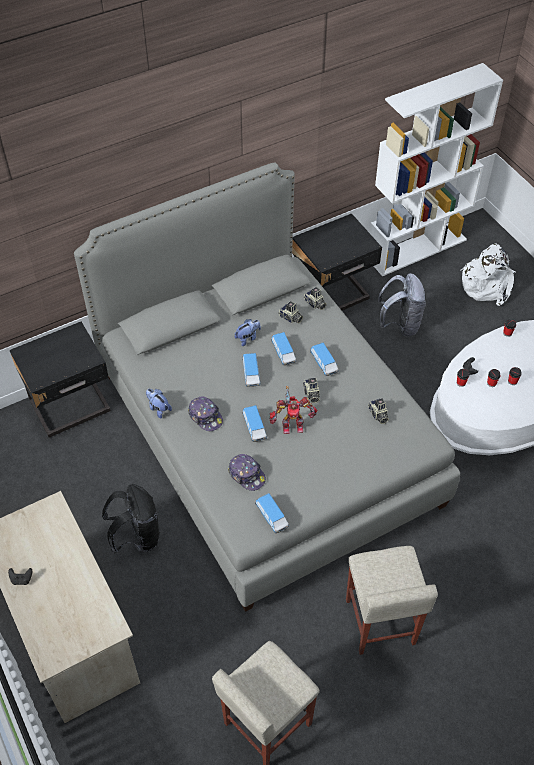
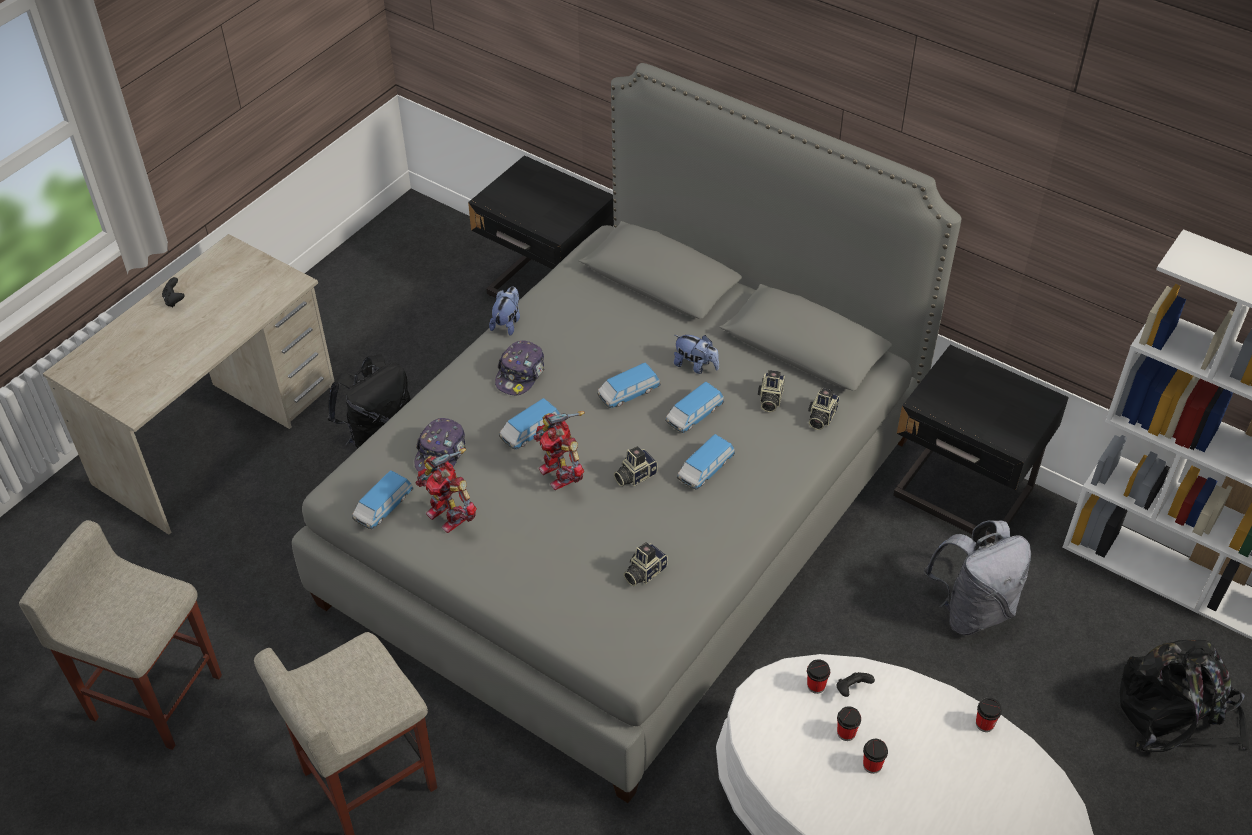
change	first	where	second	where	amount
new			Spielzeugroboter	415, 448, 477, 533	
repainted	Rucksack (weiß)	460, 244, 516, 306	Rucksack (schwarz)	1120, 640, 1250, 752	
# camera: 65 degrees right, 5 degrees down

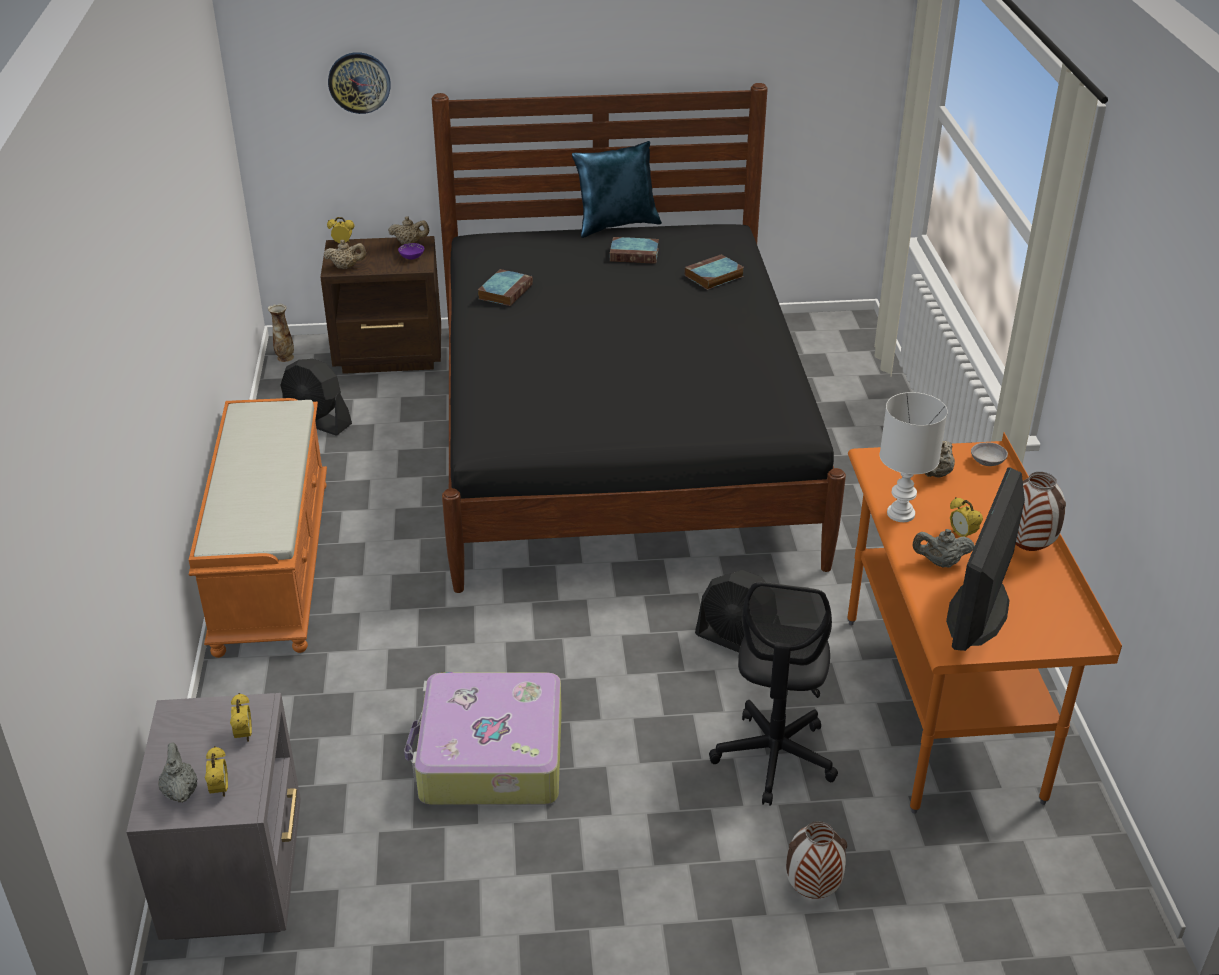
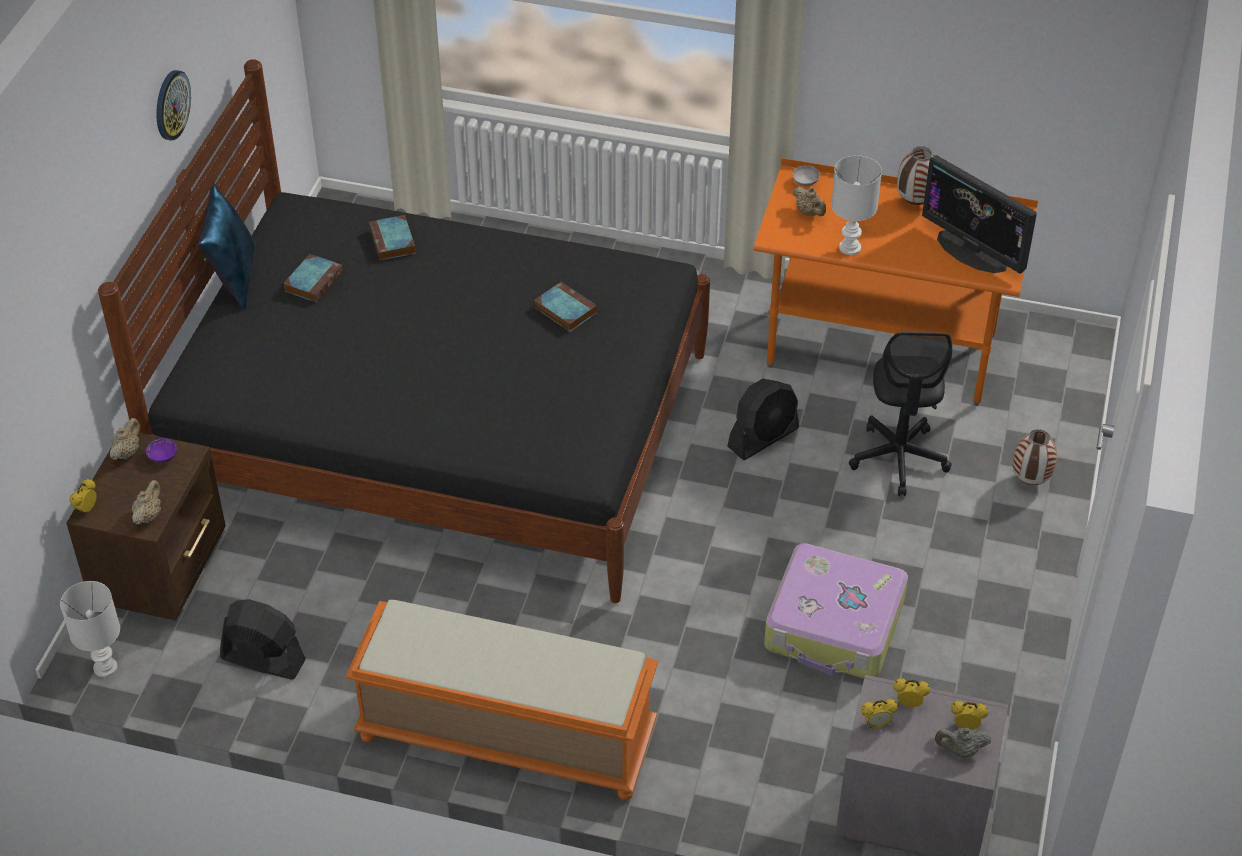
change	first	where	second	where	amount
gone	Teekanne (grau)	912, 529, 975, 568			
shifted	Wanduhr	328, 52, 391, 114		156, 70, 191, 140	
shifted	Buch	478, 269, 533, 306		535, 282, 597, 332	
shifted	Wecker	950, 497, 983, 537		861, 699, 898, 728	
swapped	Vase	268, 304, 294, 362	Tischlampe (weiß)	60, 581, 120, 677	
rotated	Ventilator (schwarz)	280, 359, 352, 436		220, 599, 306, 679	120 degrees counterclockwise
rotated	Bürostuhl (schwarz)	709, 582, 838, 806		849, 332, 952, 496	60 degrees clockwise
# camera: 70 degrees left, 10 degrees up

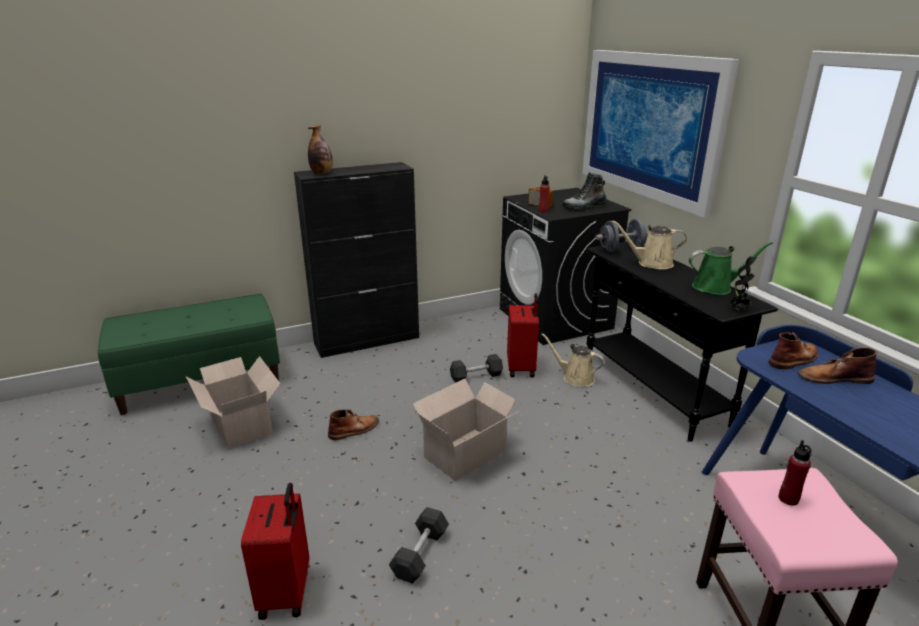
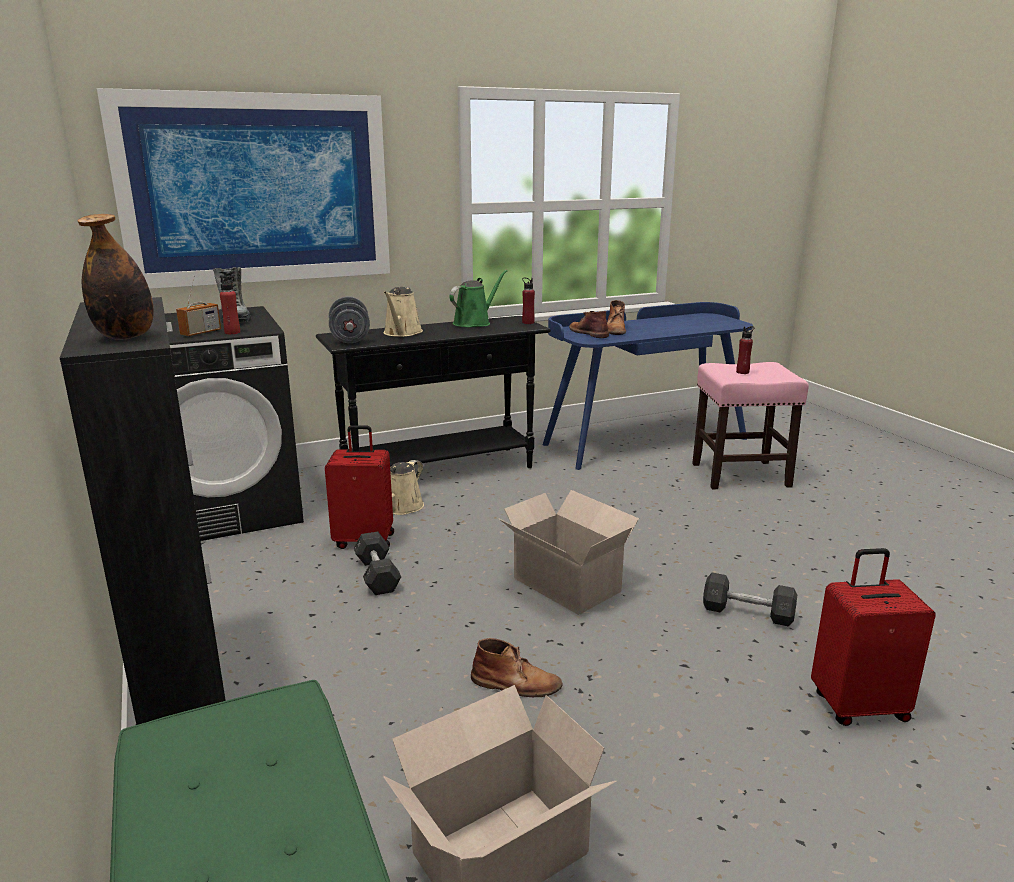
change	first	where	second	where	amount
swapped	Topfpflanze	729, 256, 757, 311	Flasche (rot)	522, 278, 535, 324	
rotated	Stiefel (braun)	328, 409, 379, 440		471, 638, 563, 697	135 degrees clockwise
rotated	Gießkanne (grün)	689, 242, 773, 295		449, 270, 507, 327	45 degrees clockwise
# camera: 90 degrees left, 5 degrees down

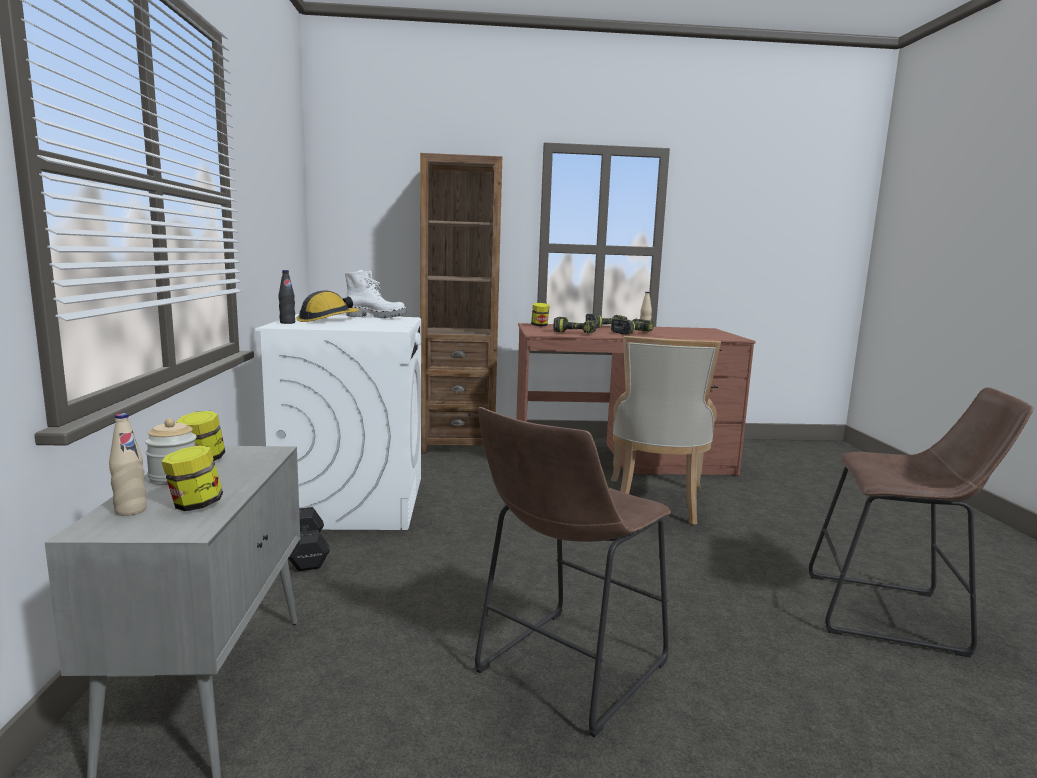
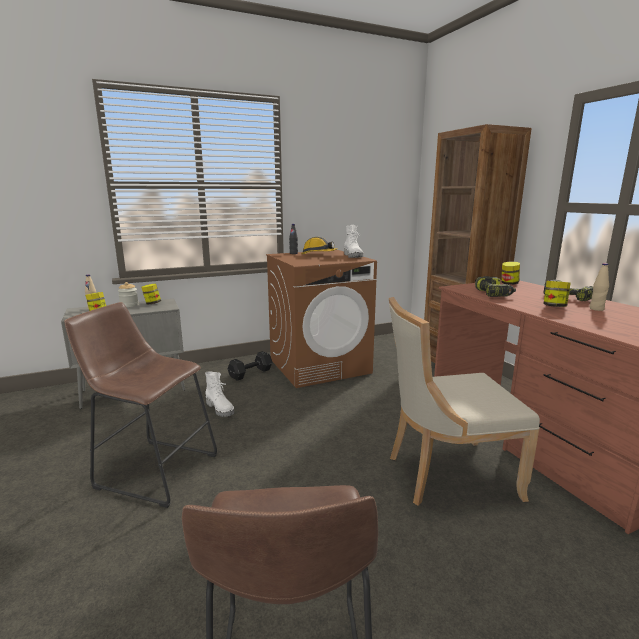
change	first	where	second	where	amount
new			Stiefel (weiß)	205, 372, 234, 417	
swapped	Bohrmaschine	611, 318, 654, 334	Vorratsglas	544, 281, 571, 307	
repainted	Waschmaschine (weiß)	255, 314, 421, 530	Waschmaschine (braun)	266, 250, 377, 388	
# camera: 70 degrees right, 5 degrees up

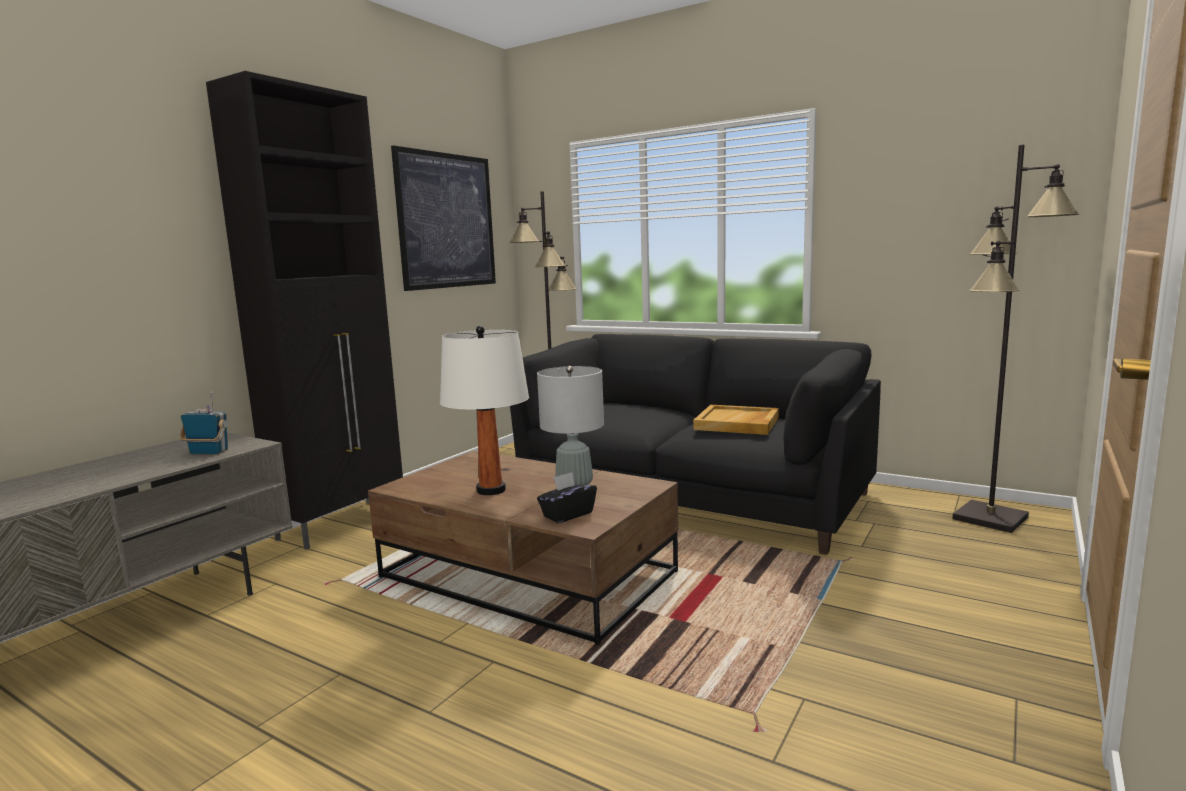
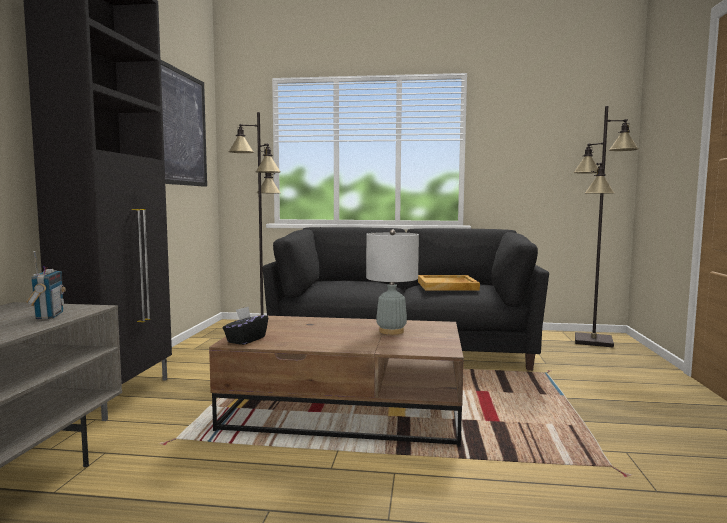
change	first	where	second	where	amount
gone	Tischlampe (weiß)	440, 326, 529, 495			
shifted	Taschentuchbox (schwarz)	537, 472, 597, 523		223, 307, 268, 345	
rotated	Radio	179, 392, 228, 454		26, 251, 66, 319	90 degrees clockwise
# camera: 25 degrees left, 5 degrees down

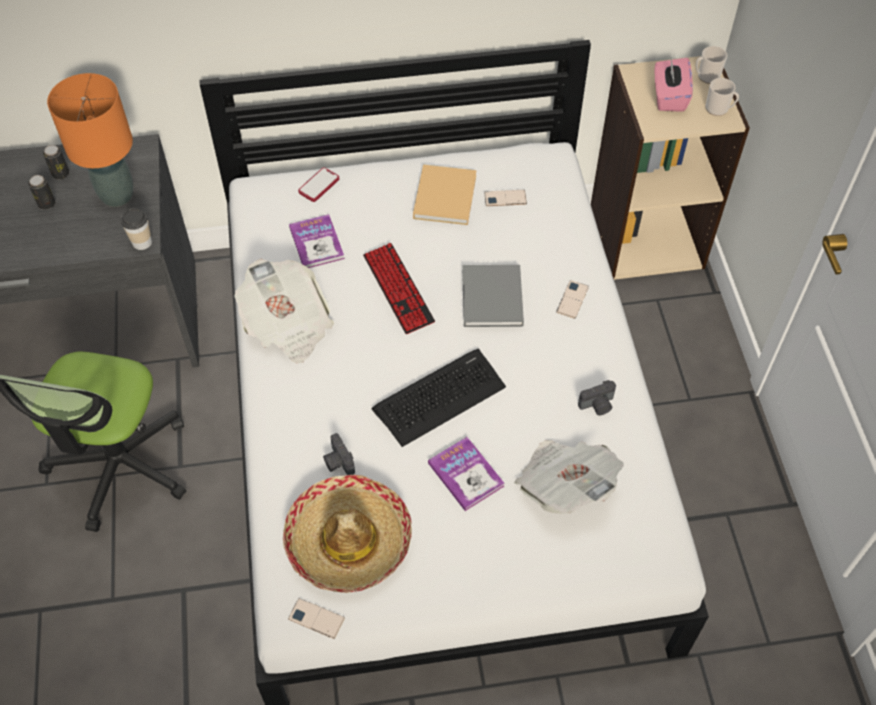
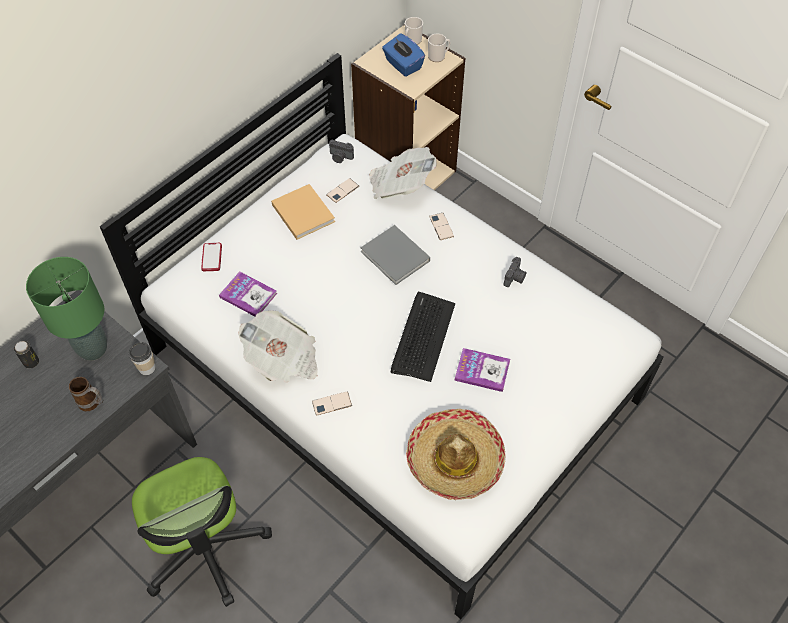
change	first	where	second	where	amount
gone	Dose	28, 175, 55, 210			
gone	Tastatur	363, 243, 435, 334			
new			Henkelbecher	69, 377, 104, 411	
shifted	Handy	288, 598, 345, 639		312, 392, 352, 415	
shifted	Kamera	323, 433, 355, 475		329, 140, 354, 163	
shifted	Zeitung	514, 440, 624, 514		369, 147, 437, 199	
repainted	Tischlampe (orange)	47, 73, 133, 207	Tischlampe (grün)	26, 257, 107, 361	
repainted	Taschentuchbox (rosa)	655, 58, 693, 112	Taschentuchbox (blau)	382, 34, 425, 77	
# camera: 40 degrees left, 0 degrees up

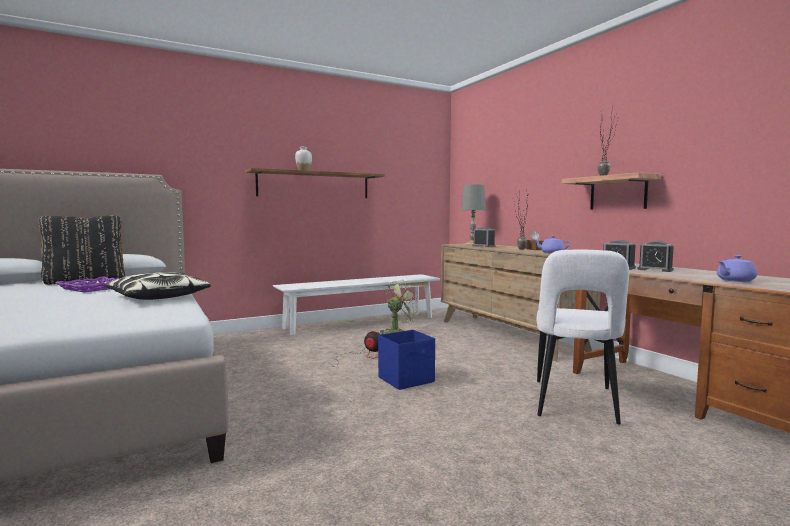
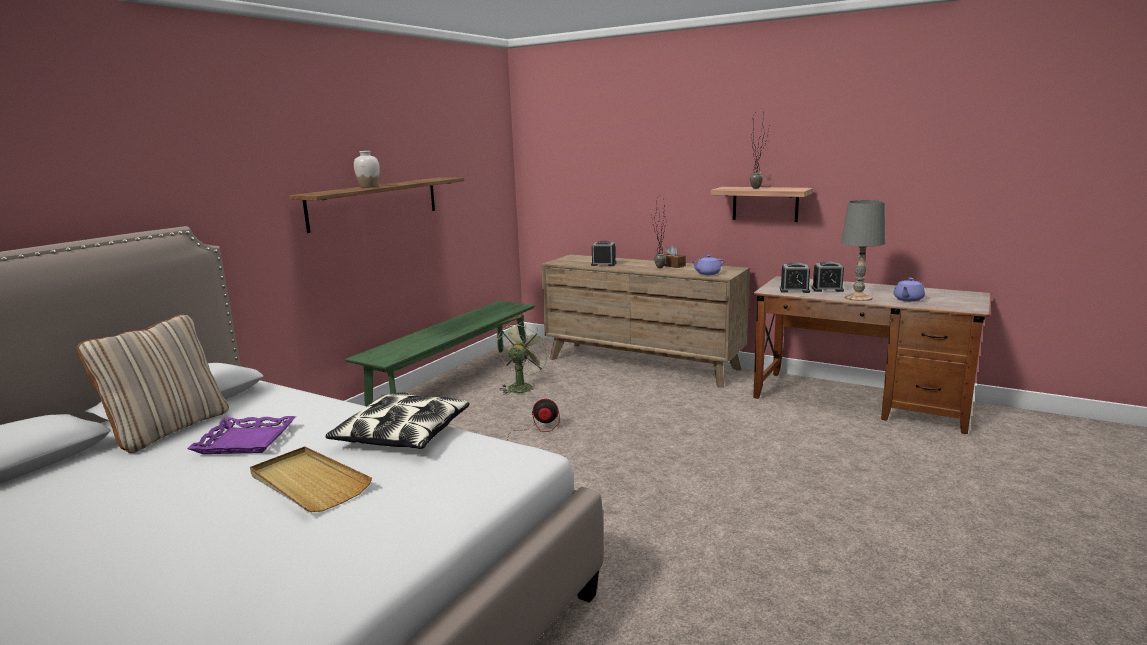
change	first	where	second	where	amount
gone	Aufbewahrungsbox (blau)	378, 330, 435, 390			
gone	Stuhl (weiß)	537, 250, 629, 424			
new			Tablett (beige)	250, 446, 372, 512	
shifted	Tischlampe (grau)	461, 185, 486, 245		841, 200, 885, 301	
repainted	Kissen (schwarz)	38, 215, 125, 285	Kissen (beige)	77, 314, 229, 453	
repainted	Bank (weiß)	273, 274, 440, 335	Bank (grün)	345, 301, 535, 406	
# camera: 30 degrees left, 10 degrees up

